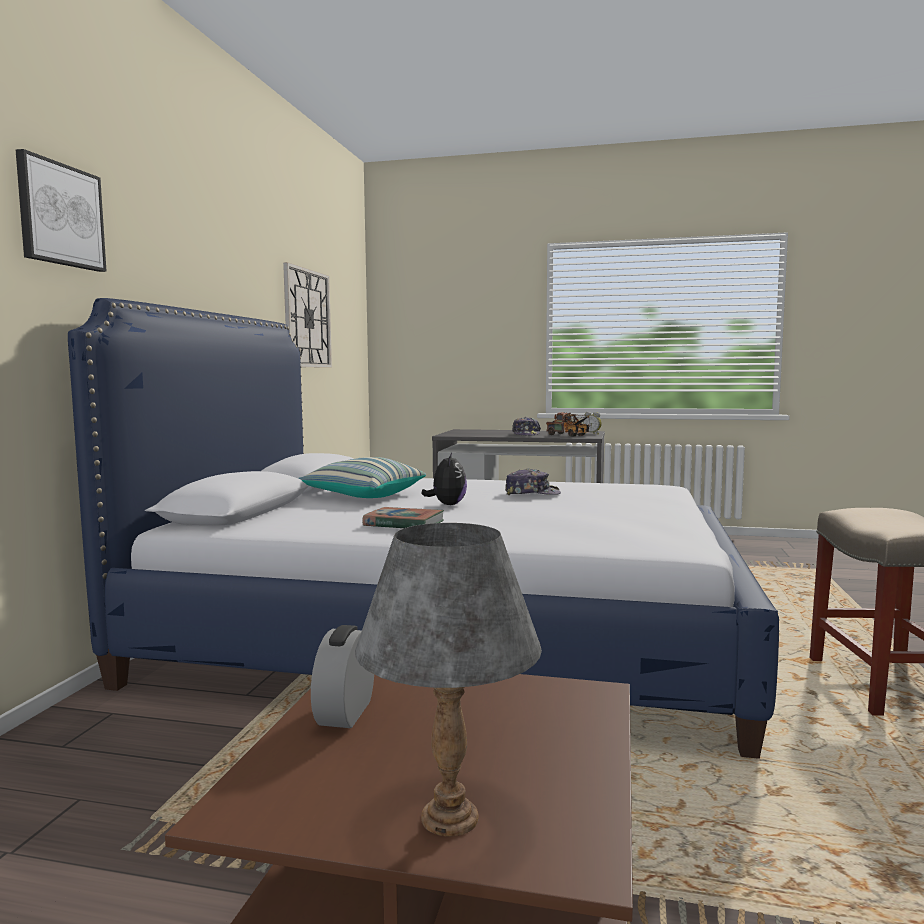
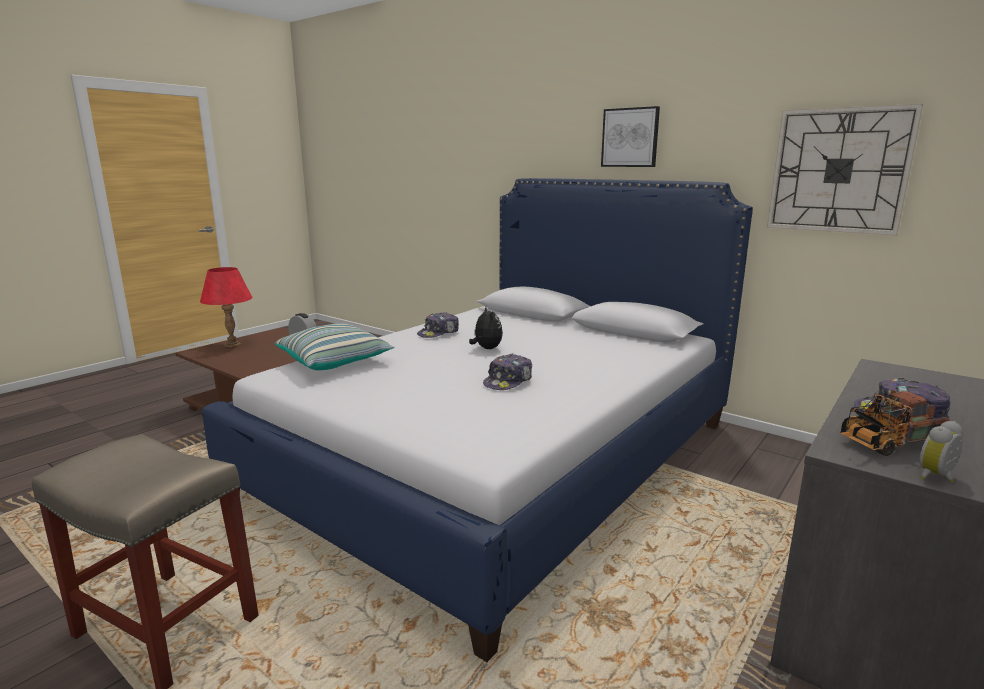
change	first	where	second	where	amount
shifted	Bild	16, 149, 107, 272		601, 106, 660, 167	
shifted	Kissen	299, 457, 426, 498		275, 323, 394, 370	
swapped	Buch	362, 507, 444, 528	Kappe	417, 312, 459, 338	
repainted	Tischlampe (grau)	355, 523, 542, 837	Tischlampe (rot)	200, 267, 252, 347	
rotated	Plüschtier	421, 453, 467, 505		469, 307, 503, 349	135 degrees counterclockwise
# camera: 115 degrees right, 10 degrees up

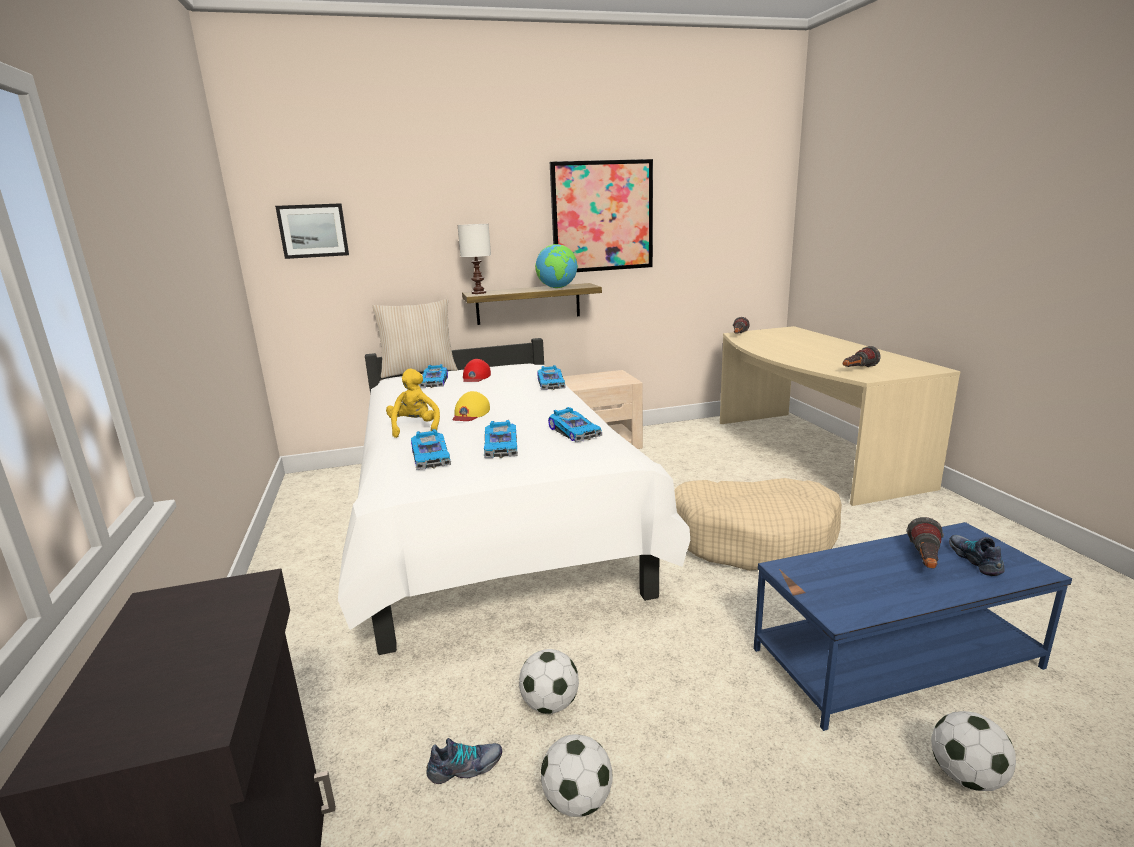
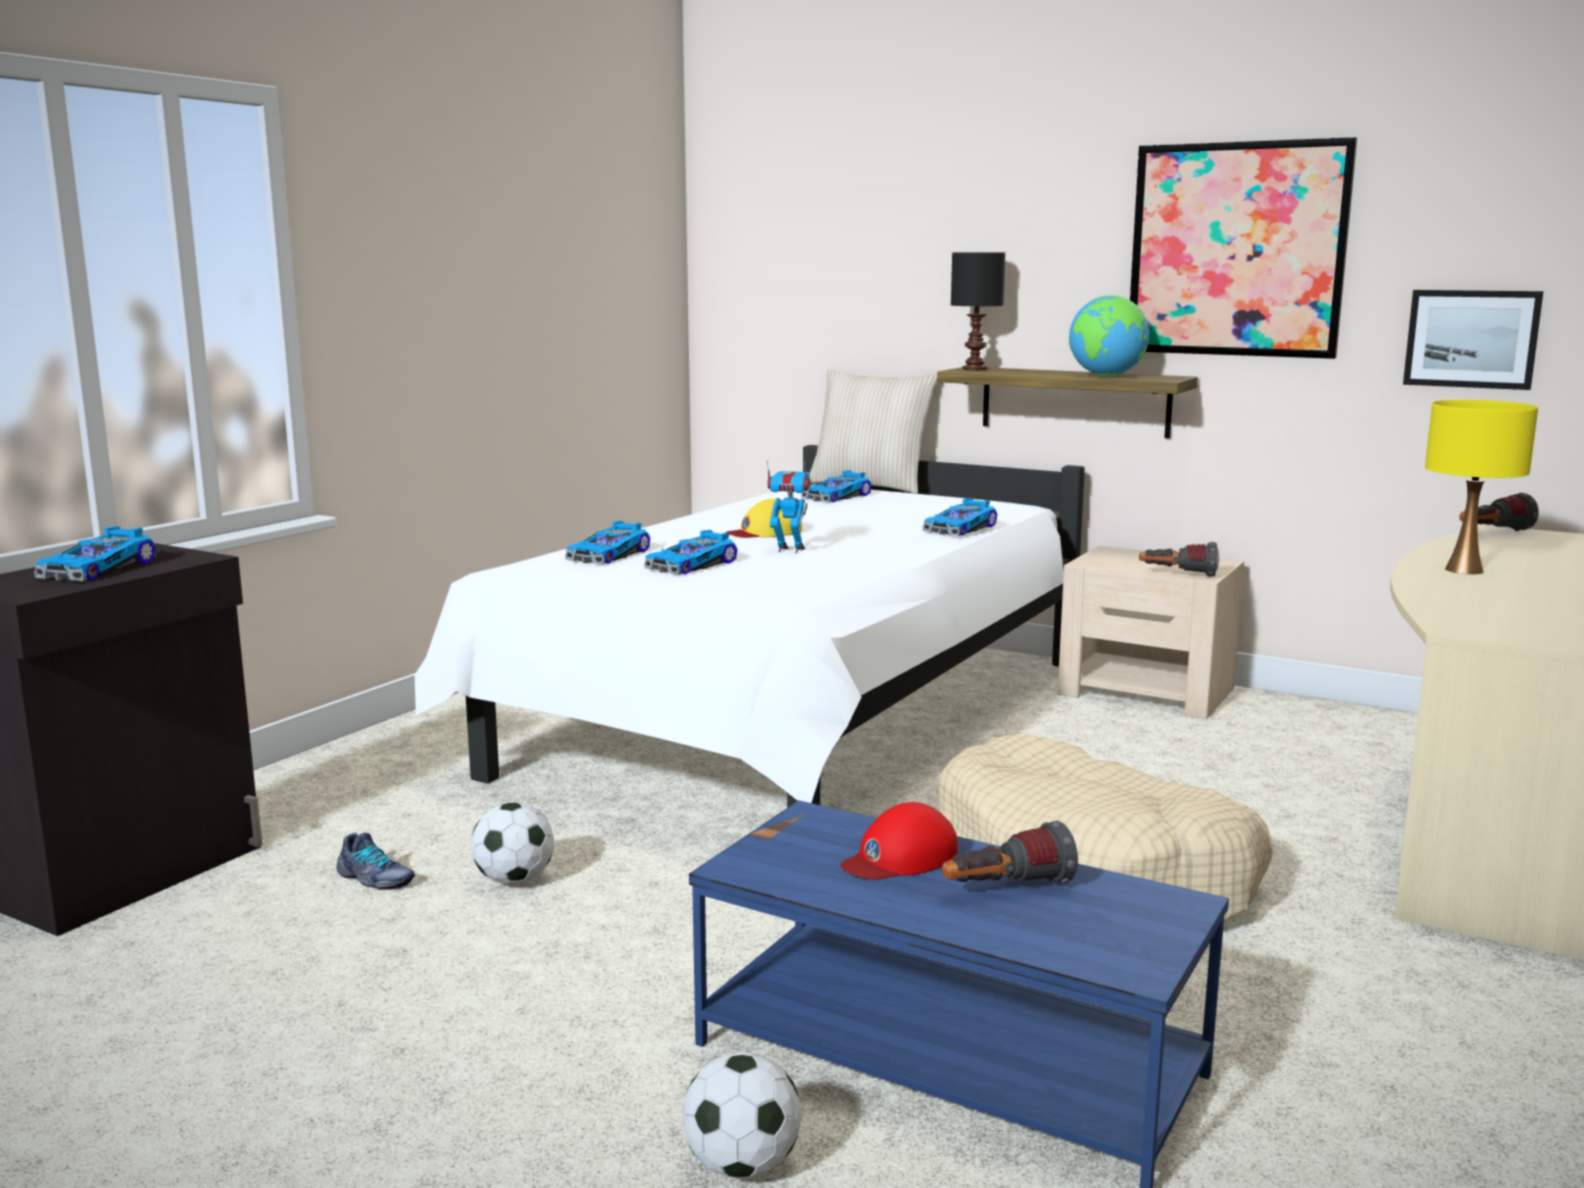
change	first	where	second	where	amount
gone	Plüschtier (gelb)	386, 369, 440, 438			
gone	Fußball	541, 734, 613, 817			
gone	Schuh	949, 535, 1004, 576			
new			Spielzeugroboter	767, 461, 812, 553	
new			Tischlampe (gelb)	1425, 400, 1538, 574	
shifted	Bild	275, 203, 349, 259		1403, 290, 1543, 390	
shifted	Kappe (rot)	463, 359, 491, 382		840, 802, 958, 880	
shifted	Spielzeugauto	548, 407, 602, 442		34, 526, 156, 581	
shifted	Taschenlampe	843, 346, 881, 367		1139, 542, 1219, 577	
repainted	Tischlampe (weiß)	458, 224, 491, 294	Tischlampe (schwarz)	951, 252, 1005, 370	
# camera: 45 degrees right, 5 degrees down

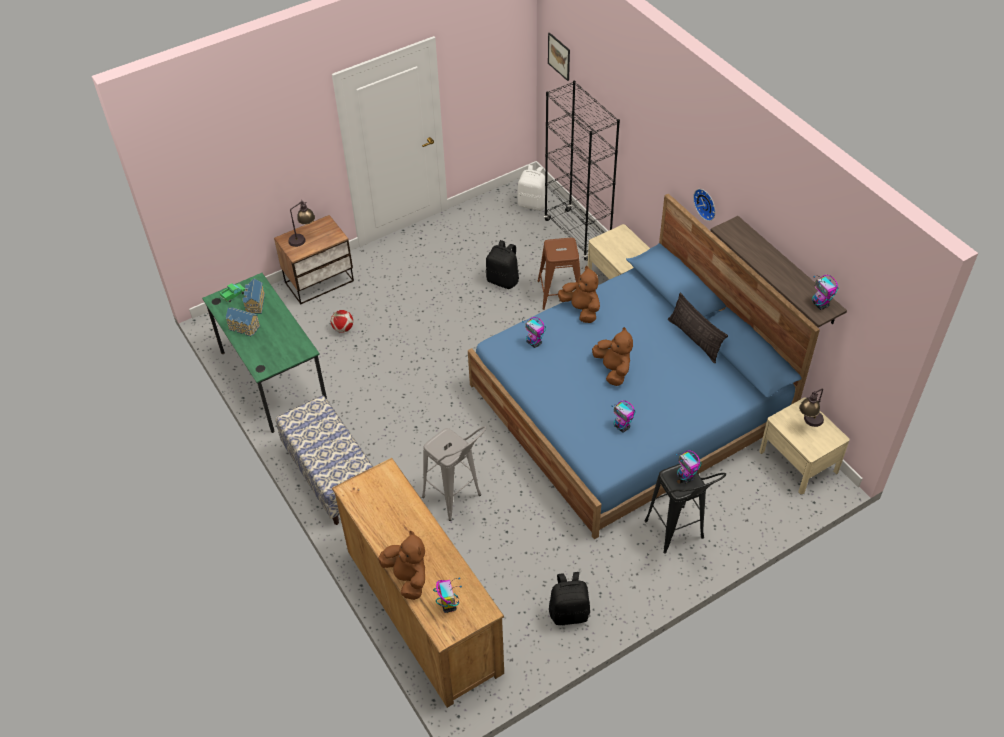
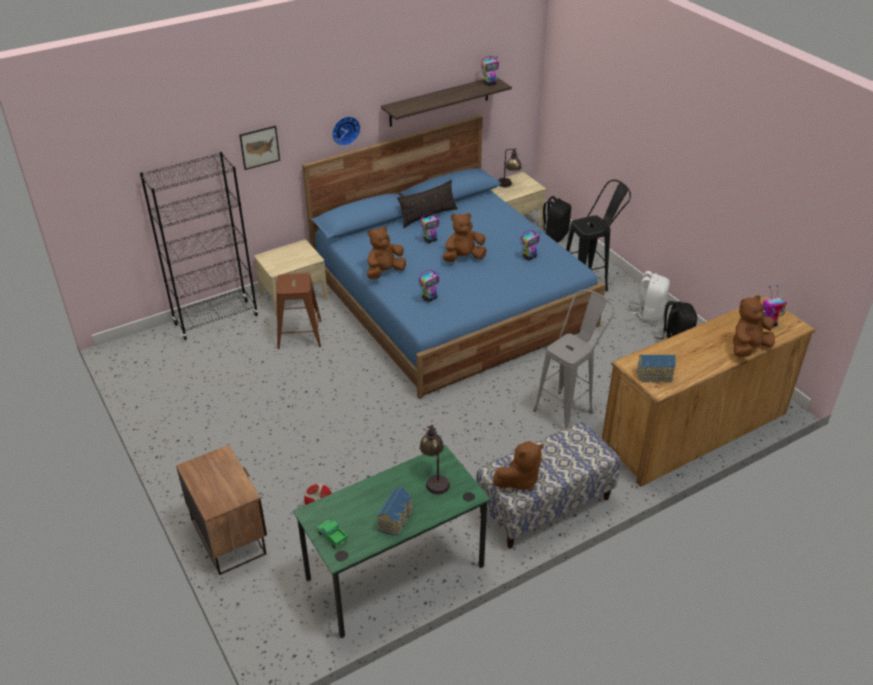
change	first	where	second	where	amount
new			Plüschtier (braun)	493, 441, 543, 491	
shifted	Spielzeughaus	243, 278, 265, 314		636, 355, 676, 382	
shifted	Tischlampe	288, 200, 315, 247		419, 425, 450, 494	
shifted	Rucksack (schwarz)	486, 240, 519, 289		542, 196, 571, 243	
shifted	Rucksack (weiß)	517, 165, 548, 211		630, 271, 670, 322	
shifted	Bild	548, 32, 570, 81		239, 126, 280, 170	
shifted	Spielzeugroboter	676, 450, 702, 483		421, 213, 439, 243	
# camera: 90 degrees left, 10 degrees down

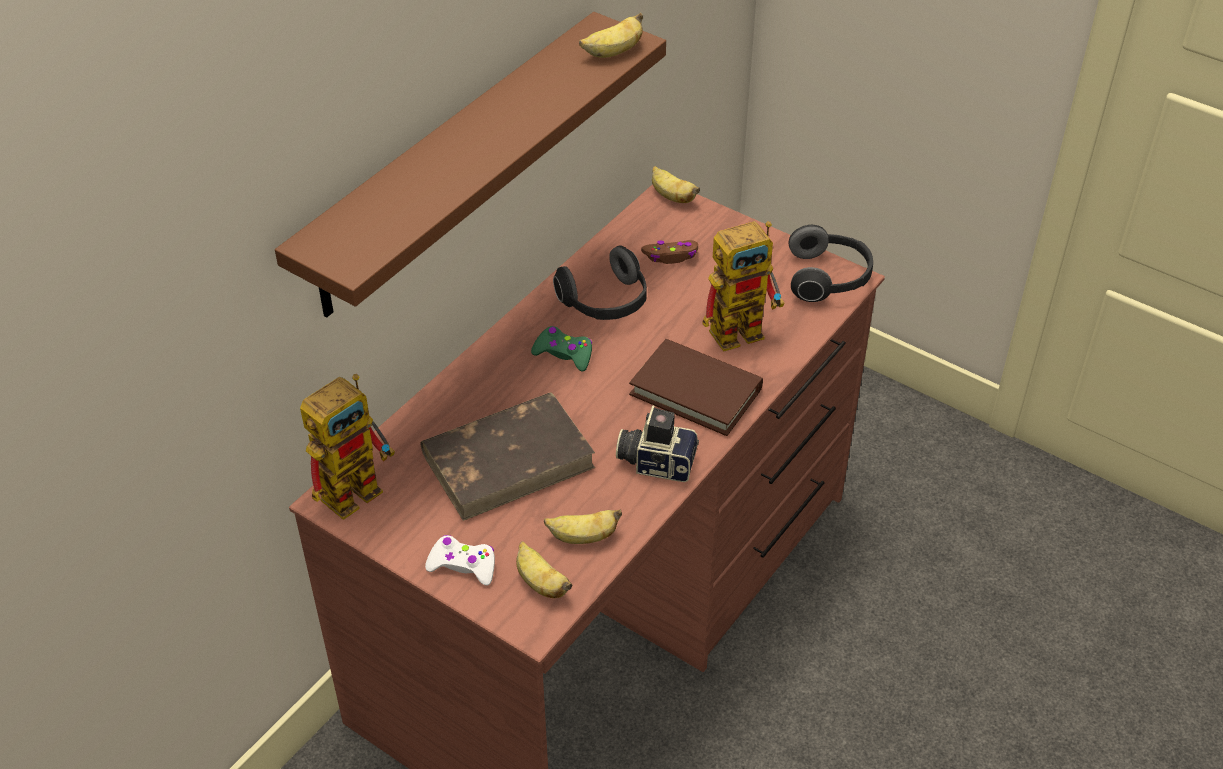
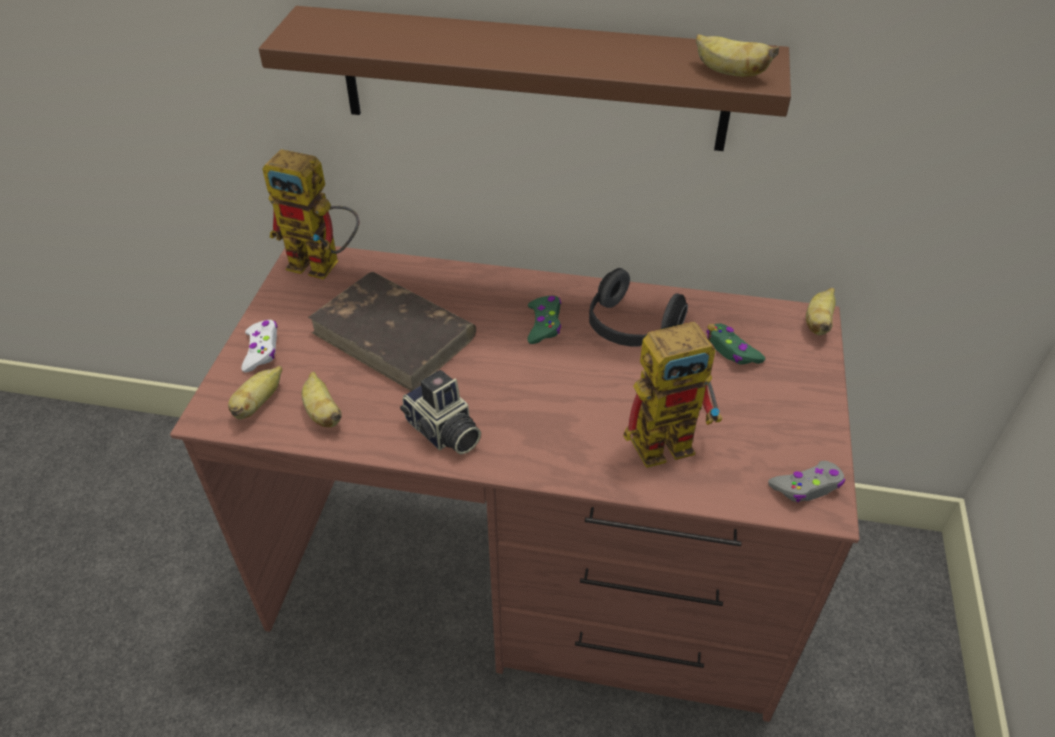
change	first	where	second	where	amount
gone	Buch (braun)	629, 339, 763, 436			
swapped	Kopfhörer	788, 225, 873, 302	Gamepad (grau)	768, 461, 845, 502	
repainted	Gamepad (braun)	641, 240, 698, 264	Gamepad (grün)	707, 323, 765, 364	
rotated	Kamera	616, 405, 699, 482		400, 370, 481, 455	150 degrees clockwise
rotated	Spielzeugroboter	702, 221, 785, 352		623, 321, 723, 468	60 degrees counterclockwise
# camera: 65 degrees right, 0 degrees up

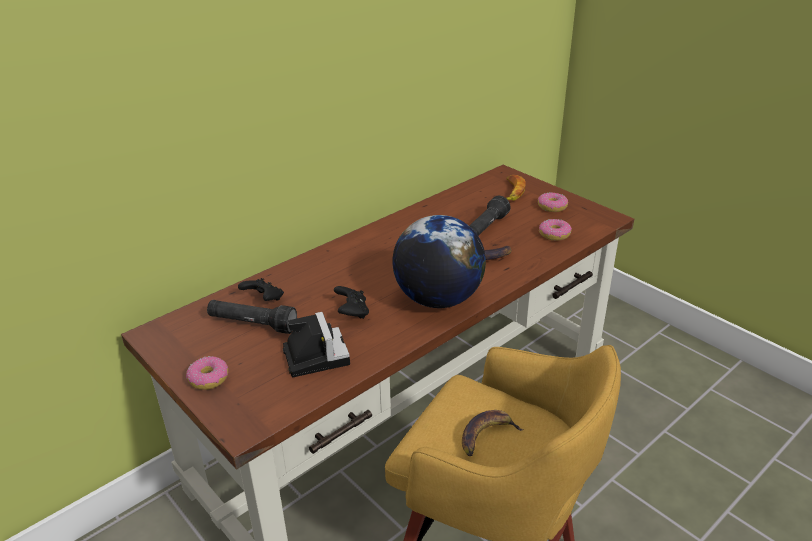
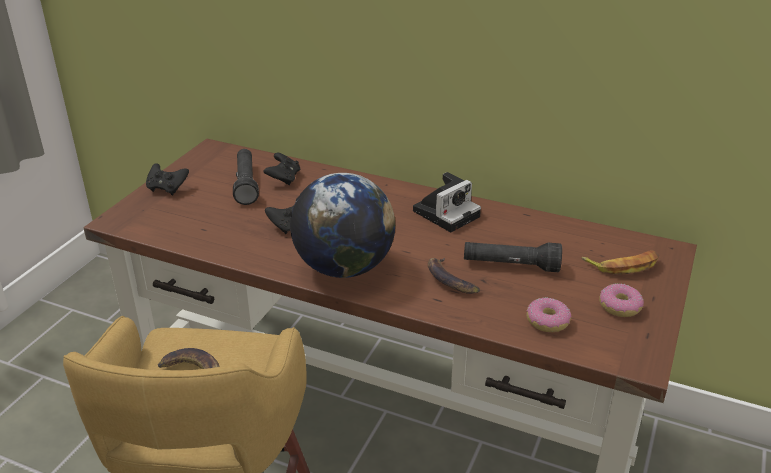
change	first	where	second	where	amount
shifted	Kamera	283, 312, 350, 378		413, 172, 481, 232	
swapped	Donut	186, 356, 228, 390	Gamepad (schwarz)	146, 163, 189, 195	
# camera: 65 degrees right, 0 degrees up

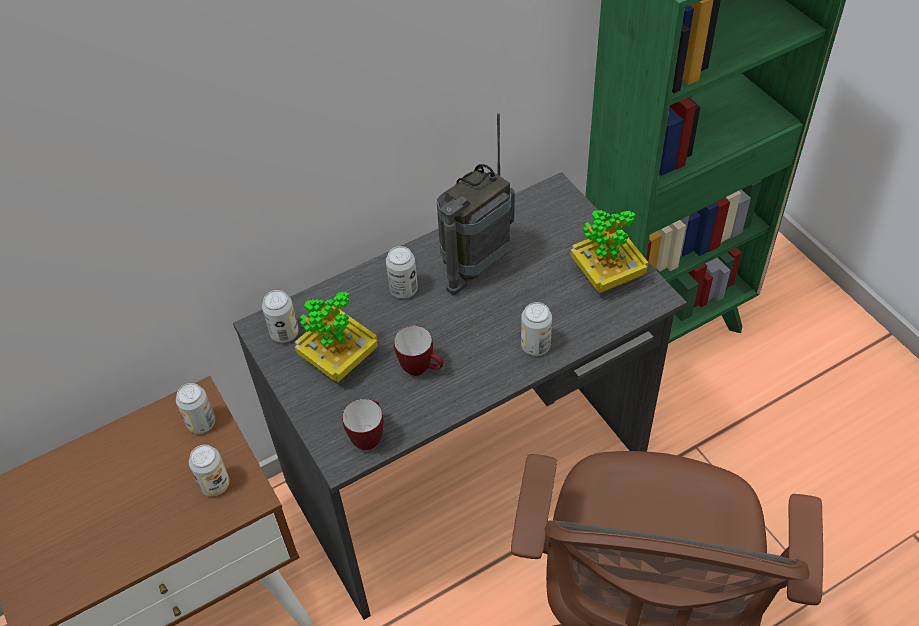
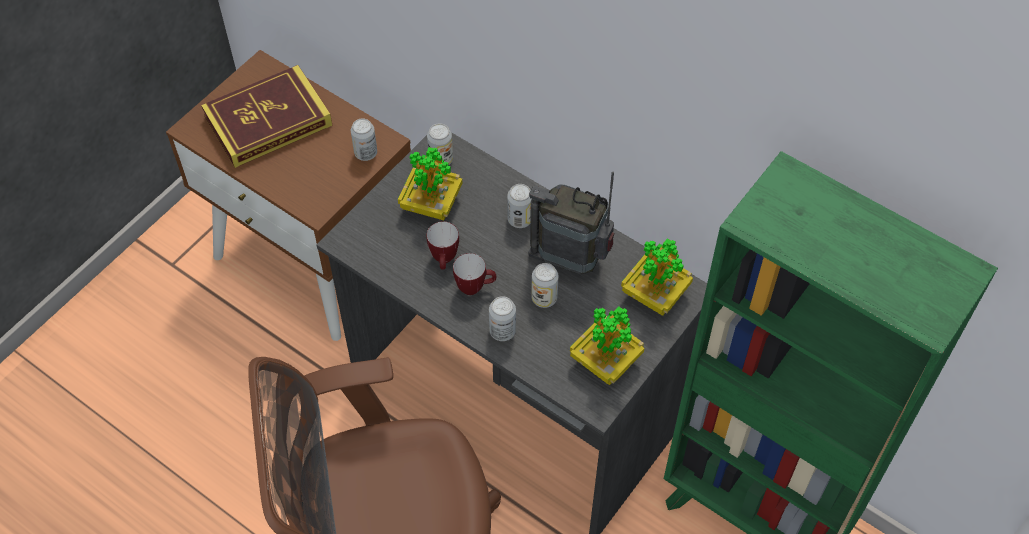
change	first	where	second	where	amount
new			Buch	201, 65, 332, 168	
new			Topfpflanze	621, 238, 693, 316	
shifted	Dose	189, 445, 230, 496		531, 263, 559, 308	
shifted	Henkelbecher	342, 399, 384, 450		453, 253, 496, 295	
# camera: 65 degrees right, 5 degrees up

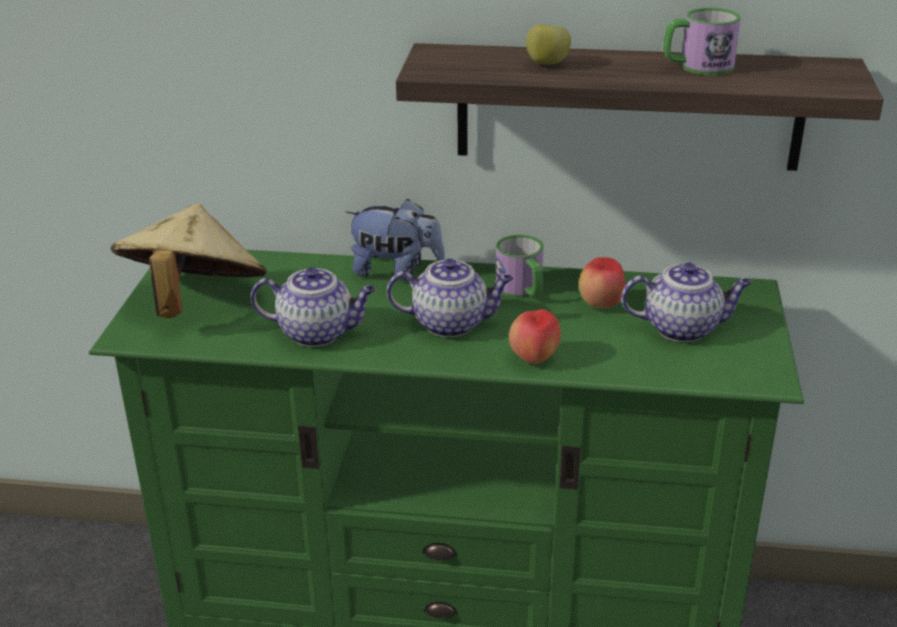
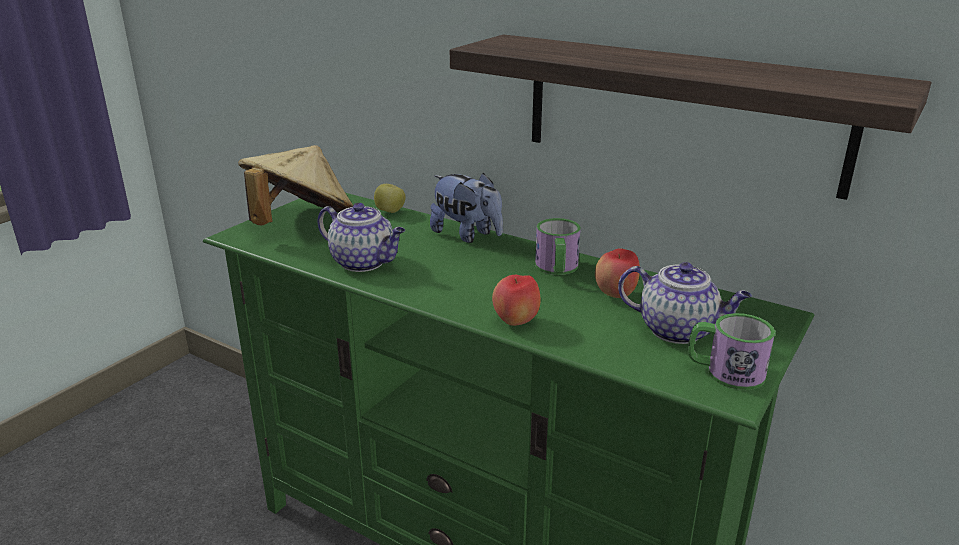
change	first	where	second	where	amount
gone	Teekanne	387, 258, 513, 337			
shifted	Apfel	526, 24, 571, 65		374, 184, 405, 213	
shifted	Henkelbecher	663, 8, 741, 75		688, 313, 775, 390	
# camera: 25 degrees right, 5 degrees down

